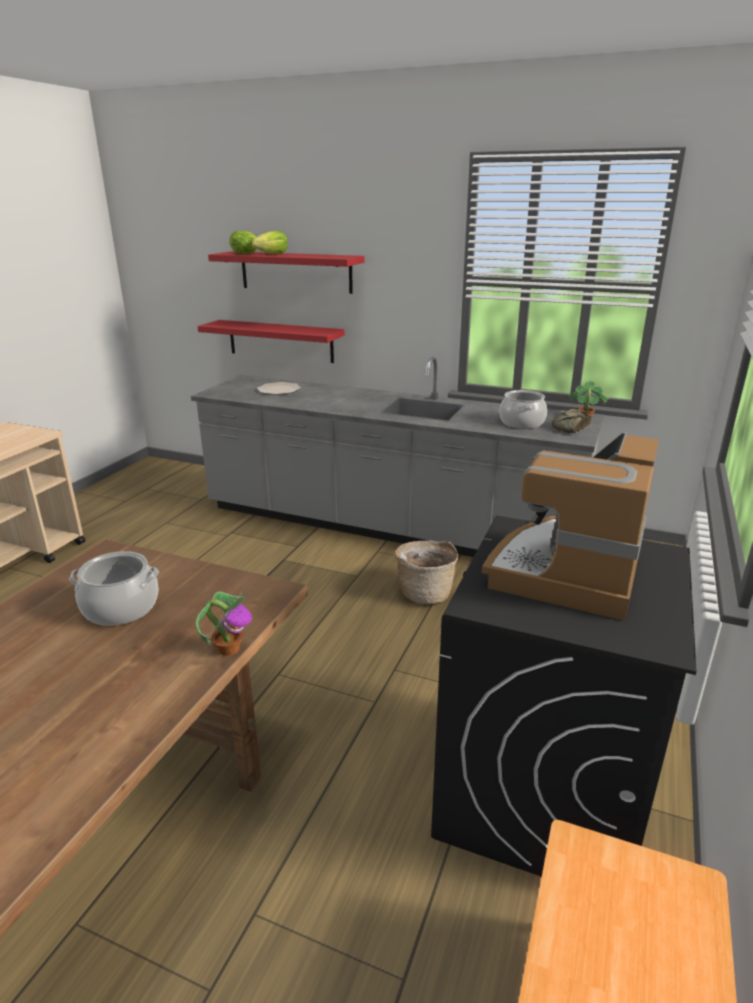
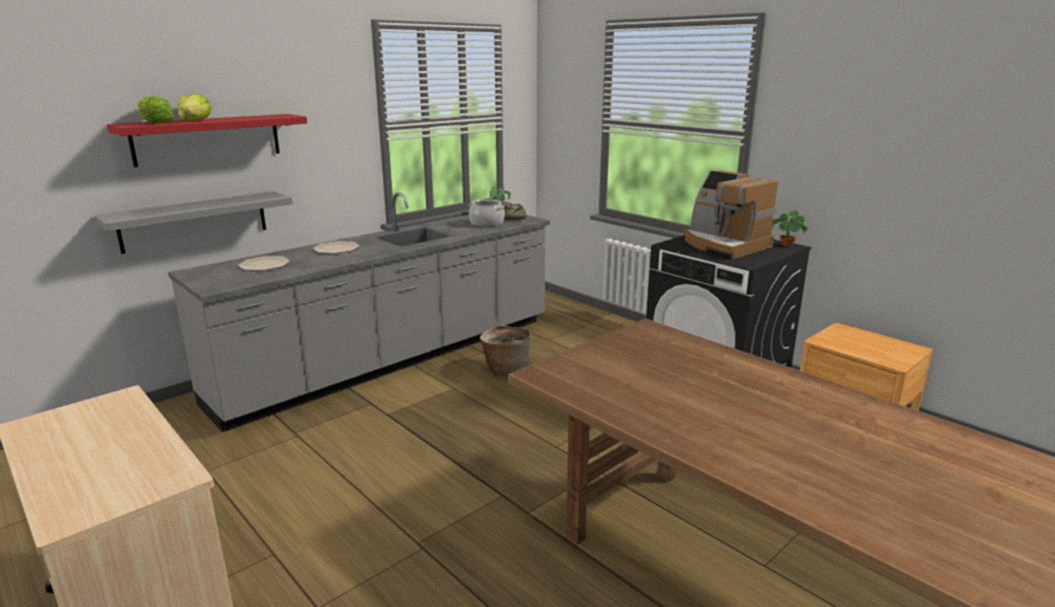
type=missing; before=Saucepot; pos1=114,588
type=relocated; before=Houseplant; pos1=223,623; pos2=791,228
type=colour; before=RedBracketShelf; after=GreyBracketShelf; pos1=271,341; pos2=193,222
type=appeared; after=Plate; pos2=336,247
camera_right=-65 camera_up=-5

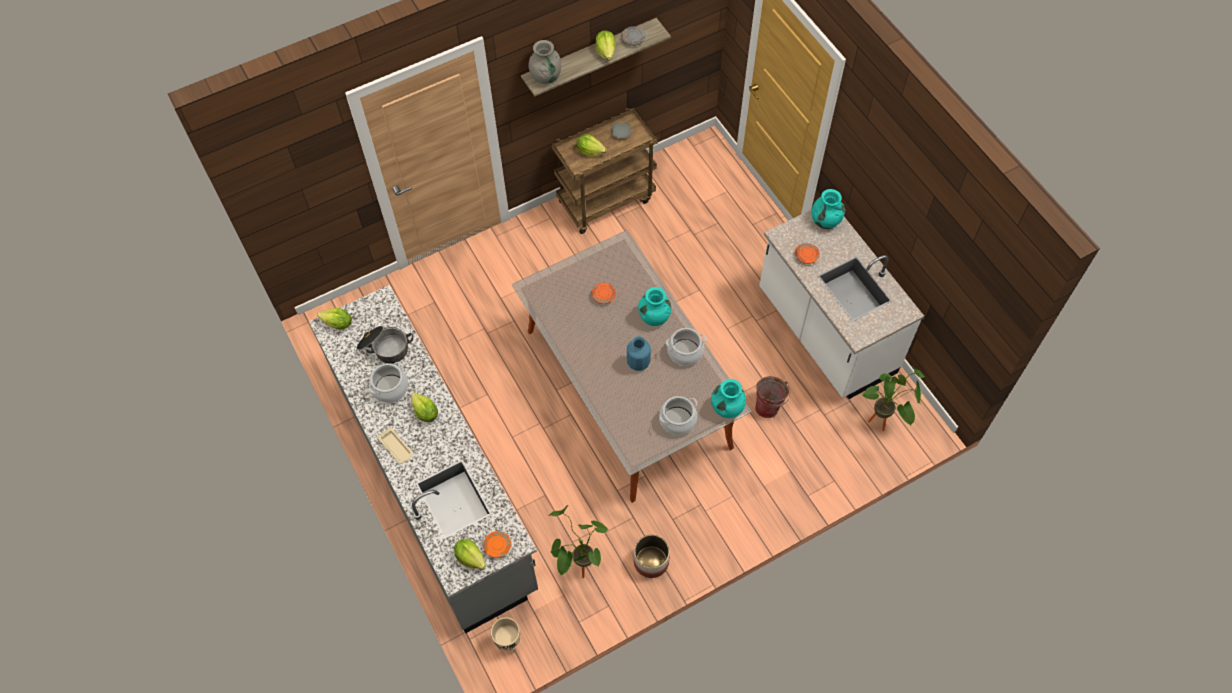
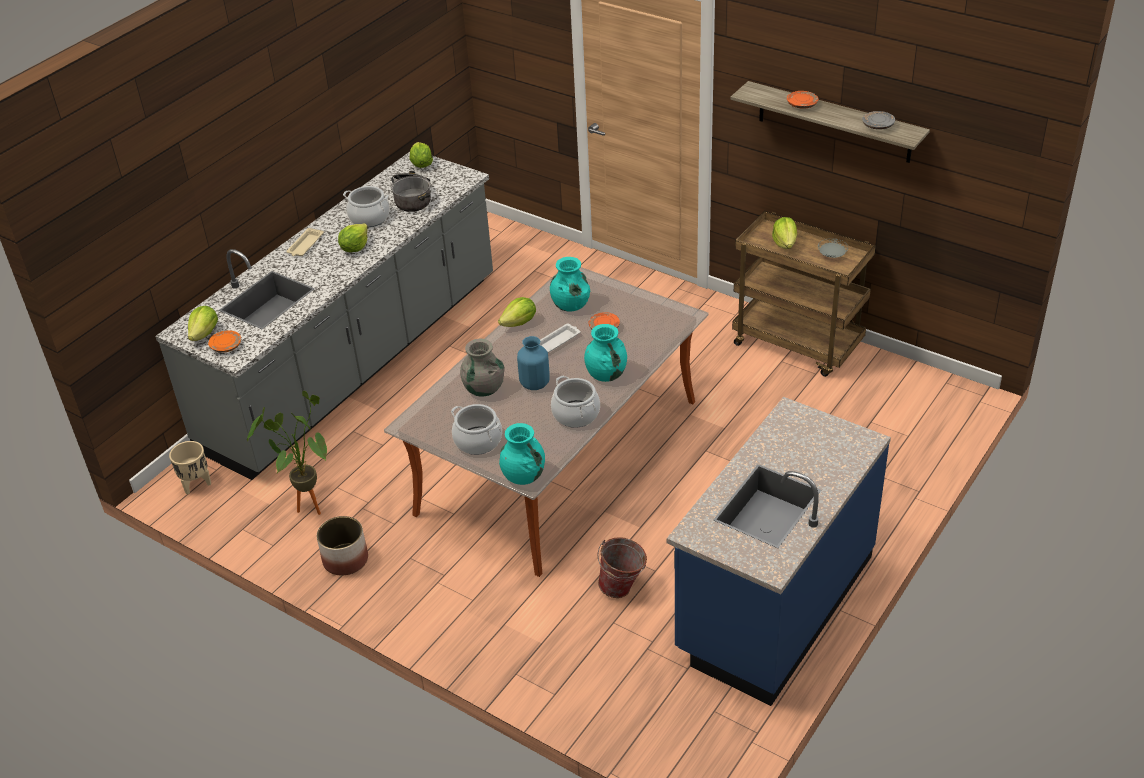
type=relocated; before=GreyVase; pos1=544,62; pos2=482,368
type=relocated; before=Lettuce; pos1=605,45; pos2=517,312
type=colour; before=WhiteColouredKitchenCounter; after=BlueKitchenCounter; pos1=841,304; pos2=779,551
type=relocated; before=OrangeyPlate; pos1=807,253; pos2=803,100
type=relocated; before=TurquoiseColouredVase; pos1=828,209; pos2=570,284
type=missing; before=Houseplant; pos1=893,398
type=appeared; after=WhiteColouredCarryingTray; pos2=560,338
camera_right=65 camera_up=-20

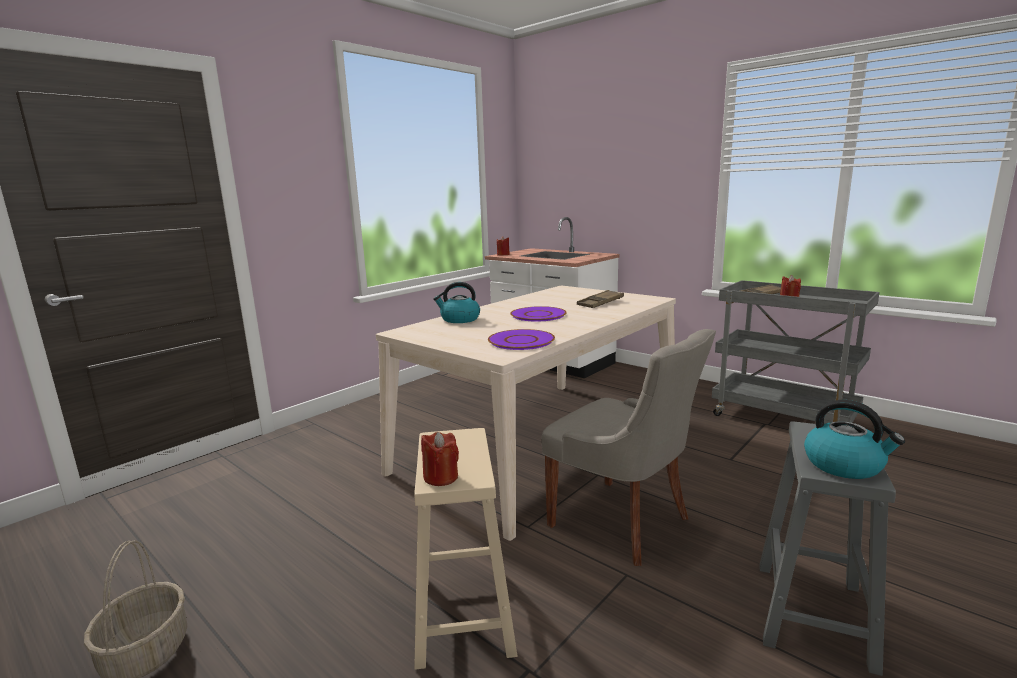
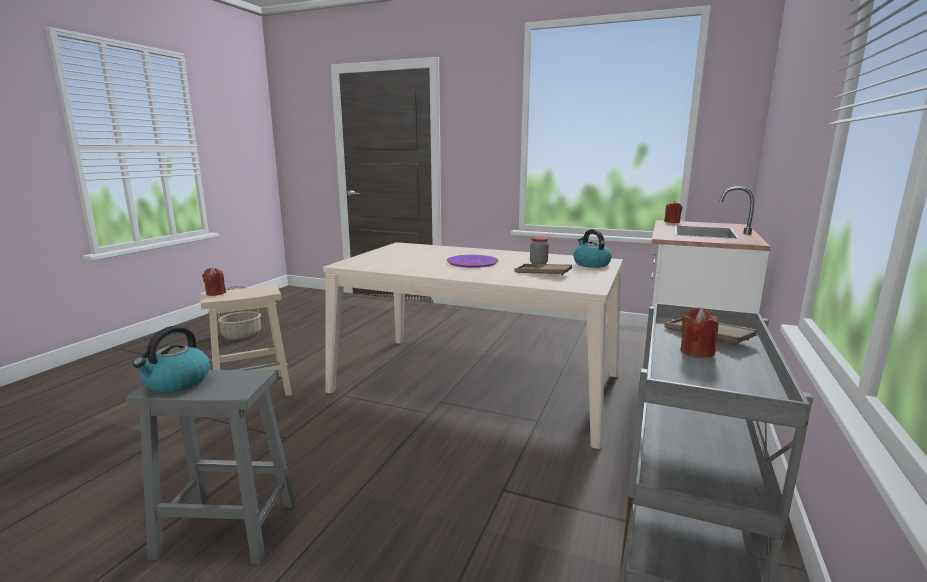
type=relocated; before=TeaKettle; pos1=456,302; pos2=592,248
type=missing; before=PurplishPlate; pos1=521,339
type=missing; before=GreyUprightChair; pos1=628,447
type=appeared; after=Jar; pos2=539,250
camera_right=70 camera_up=0

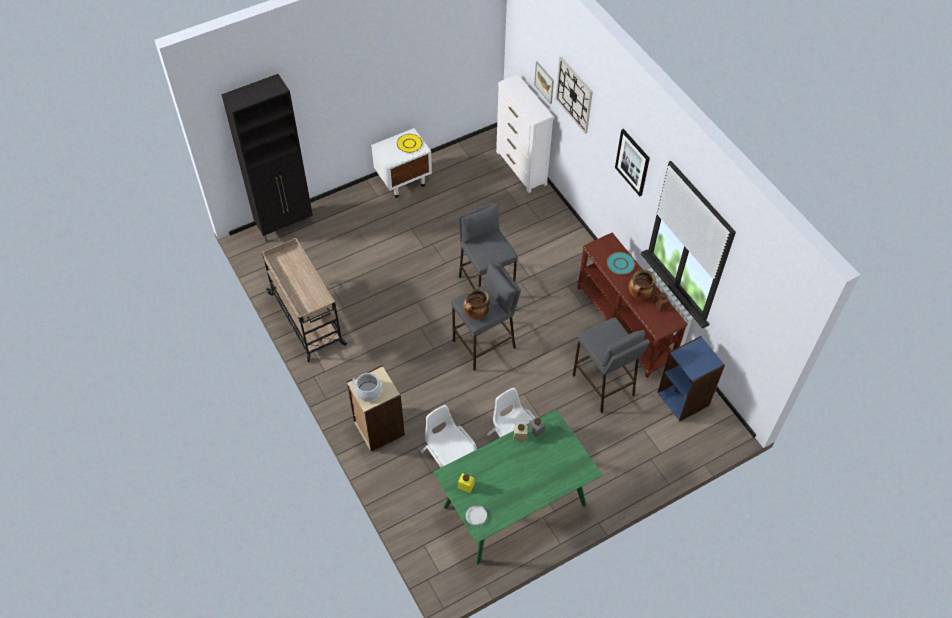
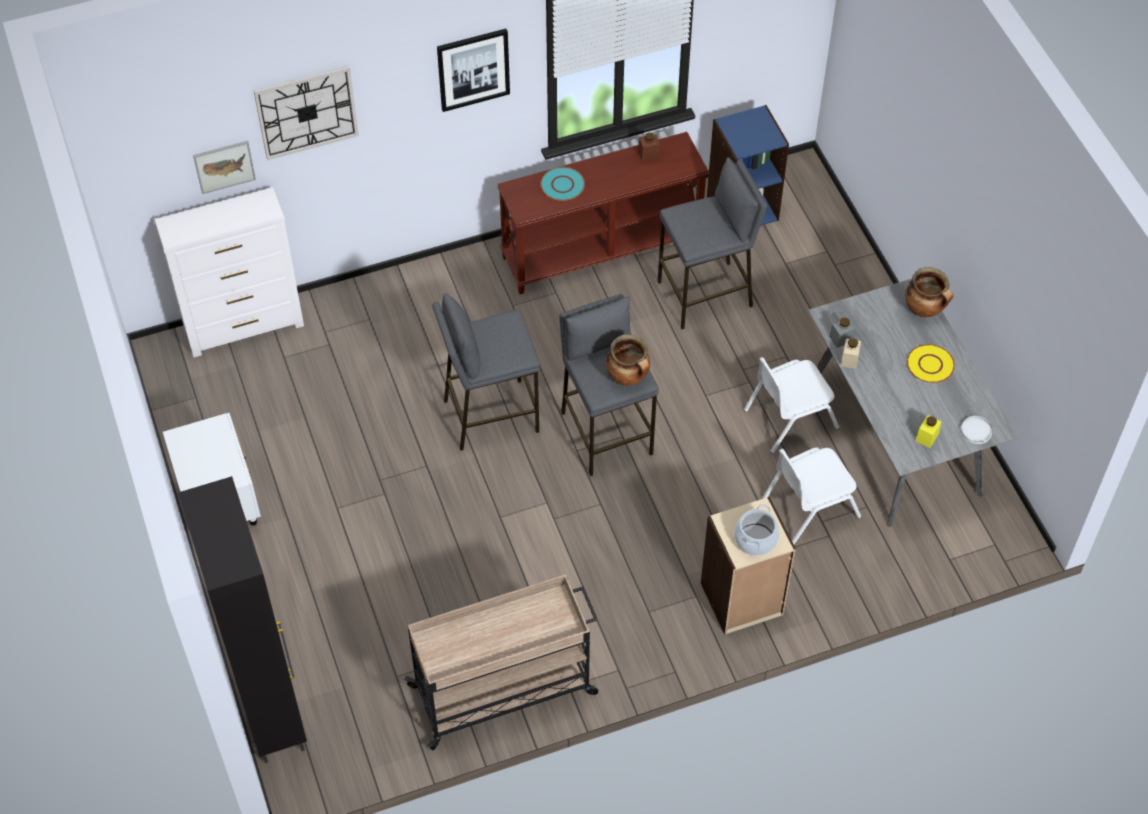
type=relocated; before=YellowishPlate; pos1=409,143; pos2=931,363
type=colour; before=GreenColouredDiningTable; after=GreyDiningTable; pos1=517,486; pos2=913,403
type=relocated; before=Saucepot; pos1=642,285; pos2=929,292
camera_right=-80 camera_up=0

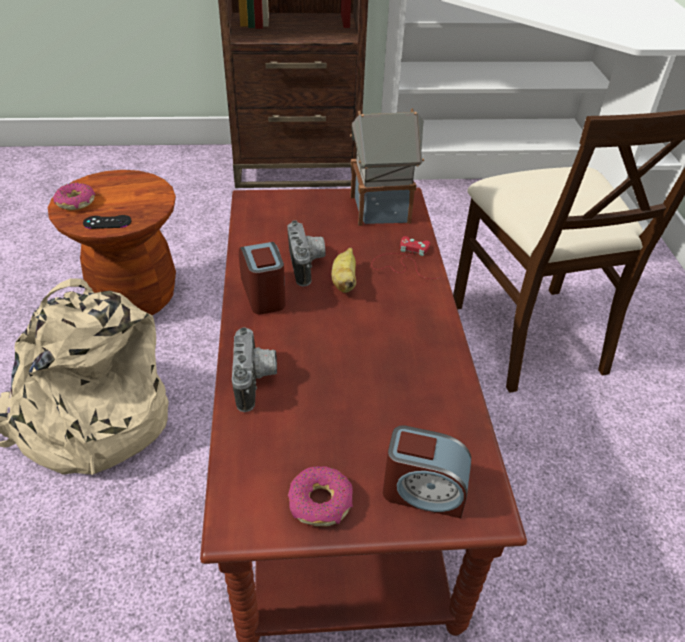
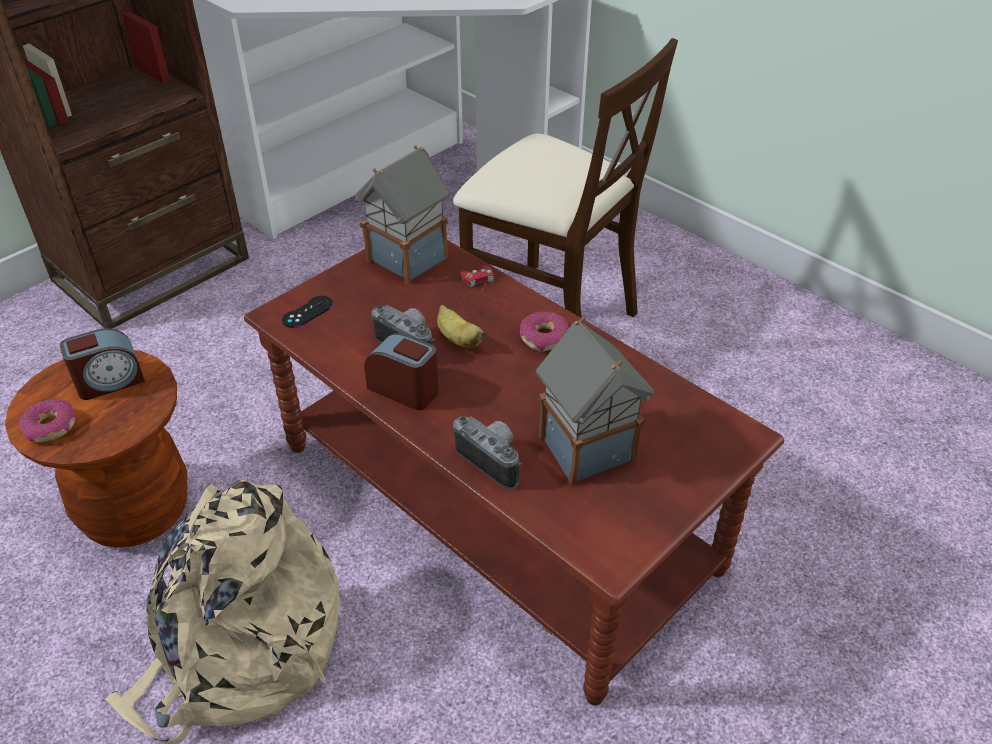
type=relocated; before=BlackGamepad; pos1=107,222; pos2=307,312
type=relocated; before=Doughnut; pos1=320,496; pos2=544,331
type=relocated; before=TableClock; pos1=427,471; pos2=102,364
type=appeared; after=ModelHouse; pos2=595,401
camera_right=-40 camera_up=0

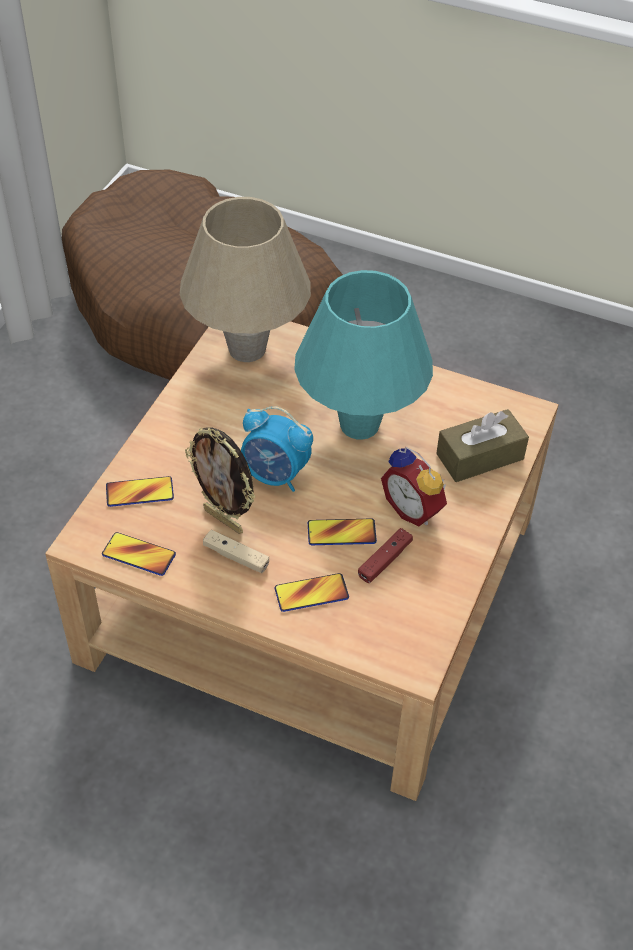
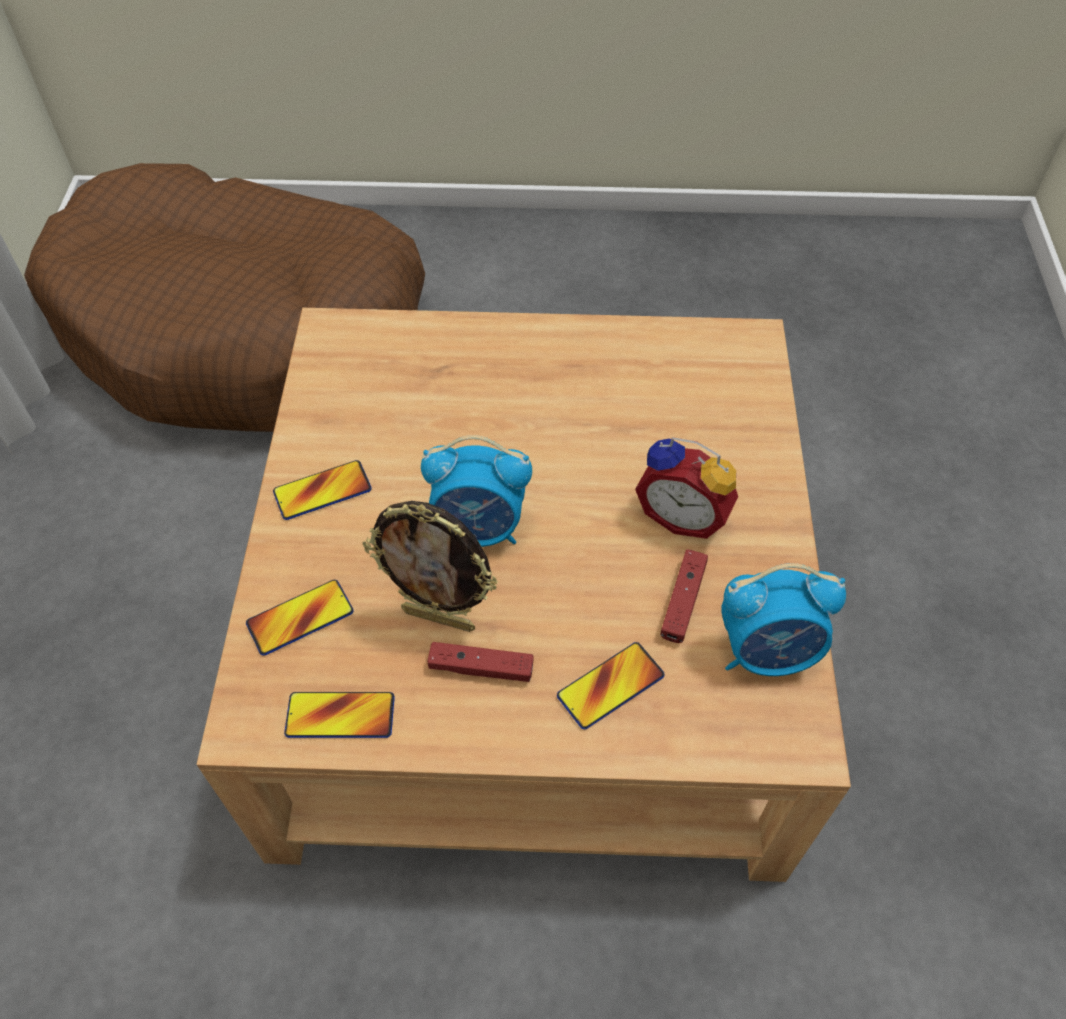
type=missing; before=BeigeTableLamp; pos1=245,279
type=colour; before=BeigeGamepad; after=RedGamepad; pos1=236,551; pos2=480,662
type=missing; before=TurquoiseColouredTableLamp; pos1=363,355
type=relocated; before=Phone; pos1=342,531; pos2=322,490
type=missing; before=BrownColouredBoxOfTissues; pos1=482,445
type=appeared; after=TableClock; pos2=783,619
camera_right=-20 camera_up=5

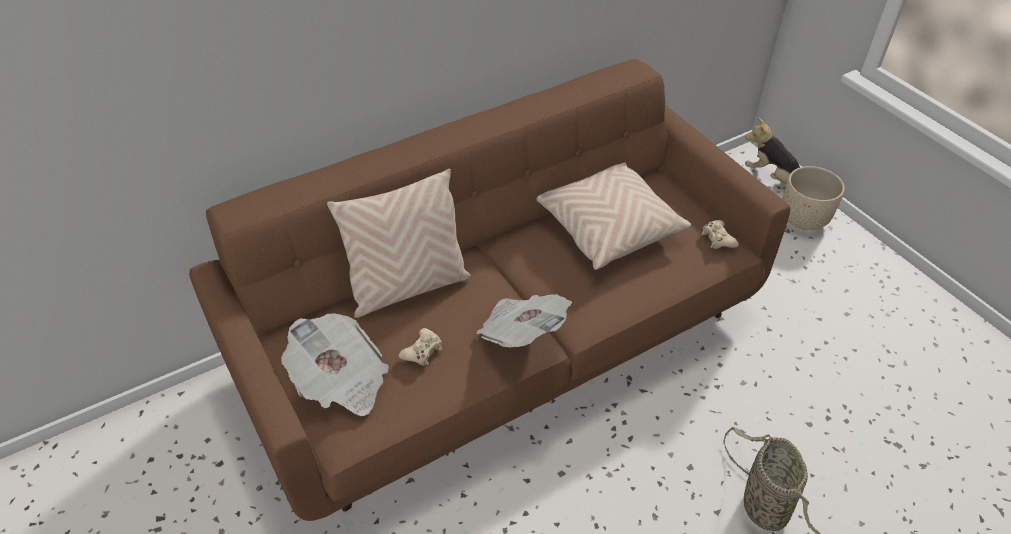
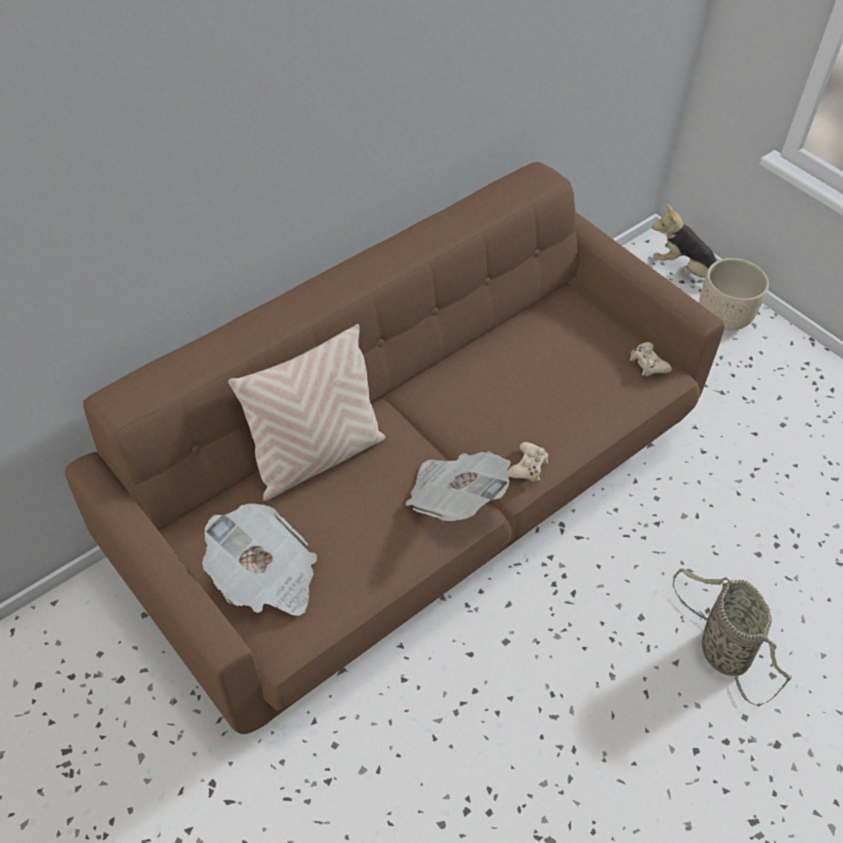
type=relocated; before=BeigeGamepad; pos1=420,347; pos2=527,462
type=missing; before=BeigePillow; pos1=613,216
camera_right=-10 camera_up=5

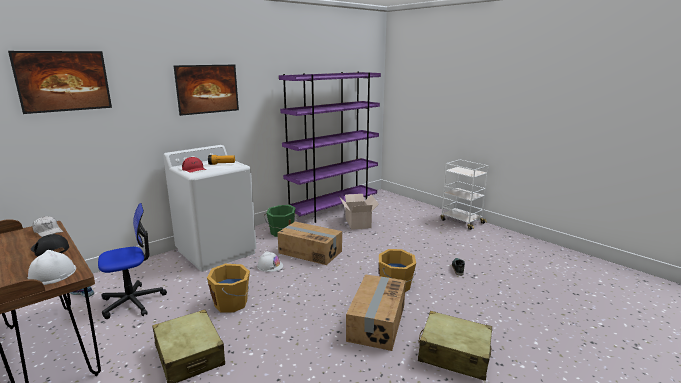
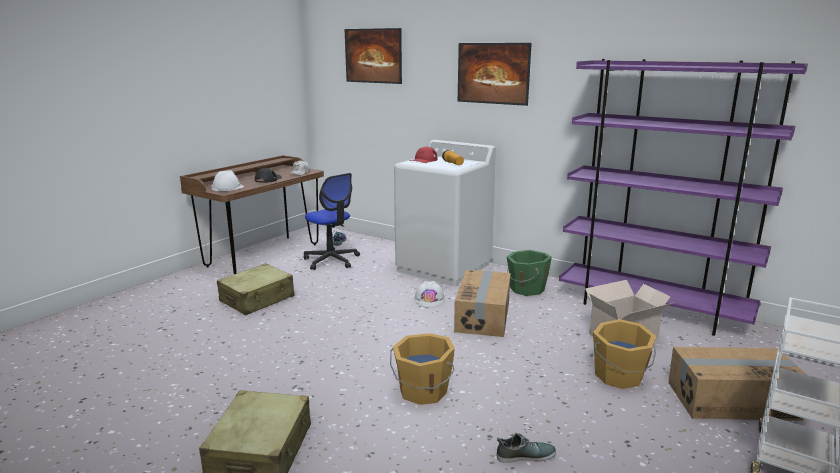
type=relocated; before=OrangeyPail; pos1=228,288; pos2=624,354
type=relocated; before=CardboardBox; pos1=376,313; pos2=737,384
camera_right=75 camera_up=0

